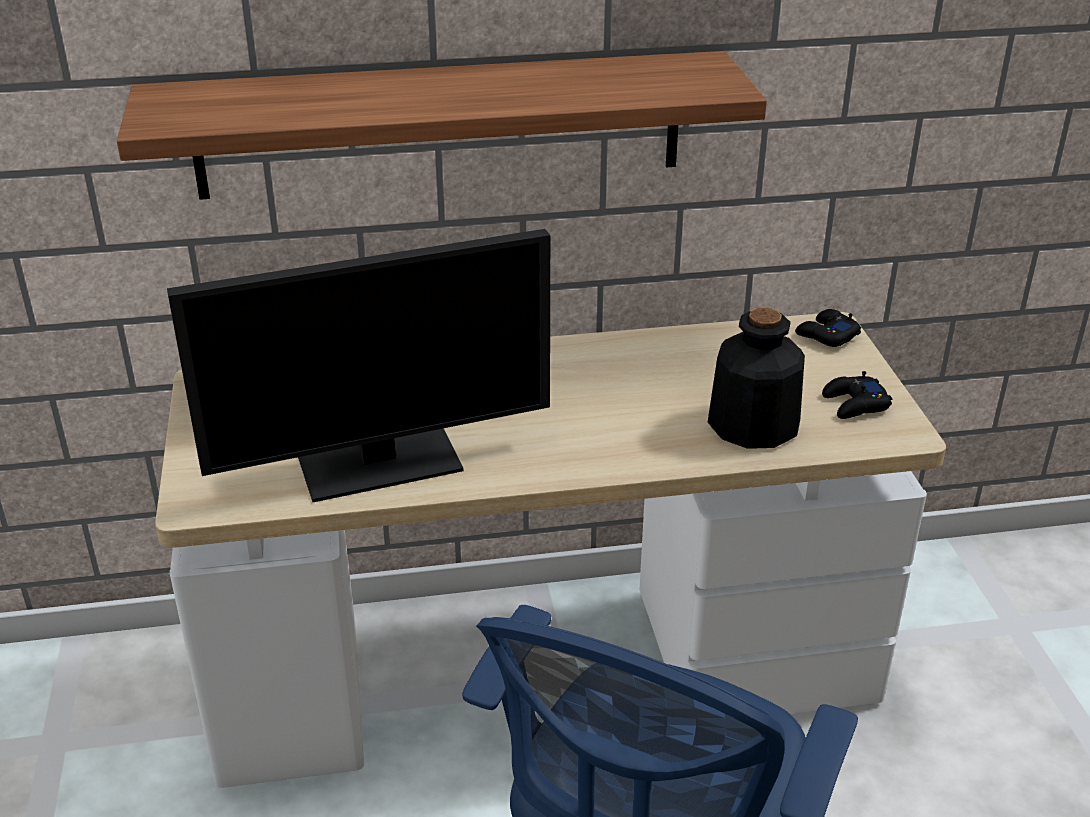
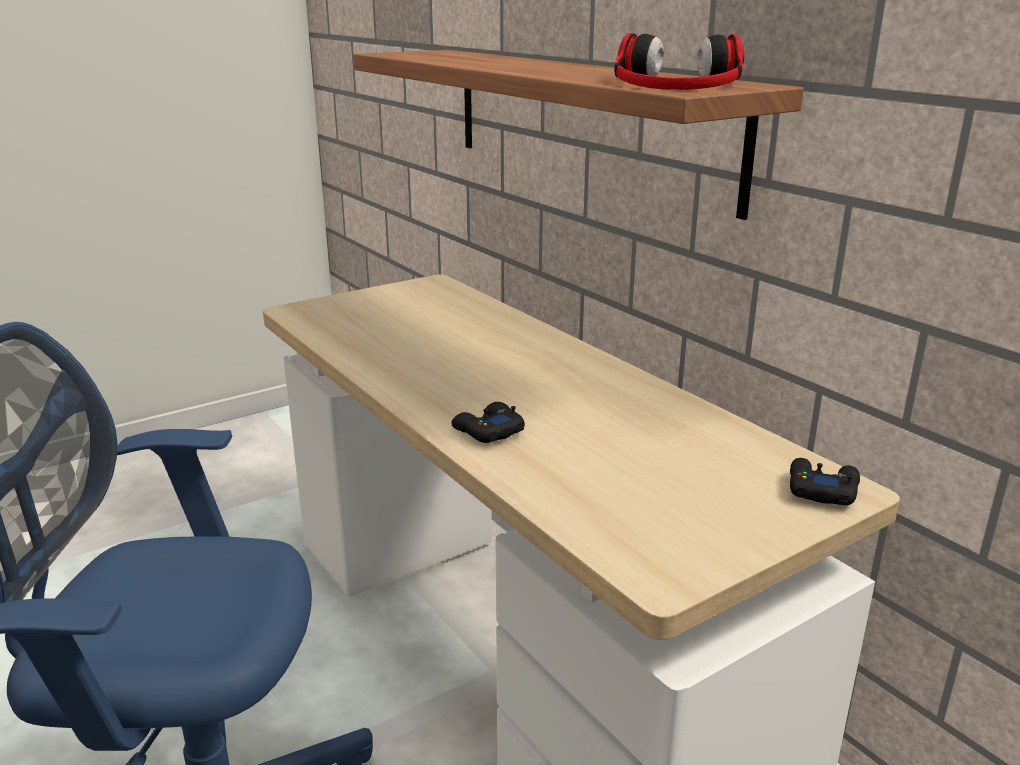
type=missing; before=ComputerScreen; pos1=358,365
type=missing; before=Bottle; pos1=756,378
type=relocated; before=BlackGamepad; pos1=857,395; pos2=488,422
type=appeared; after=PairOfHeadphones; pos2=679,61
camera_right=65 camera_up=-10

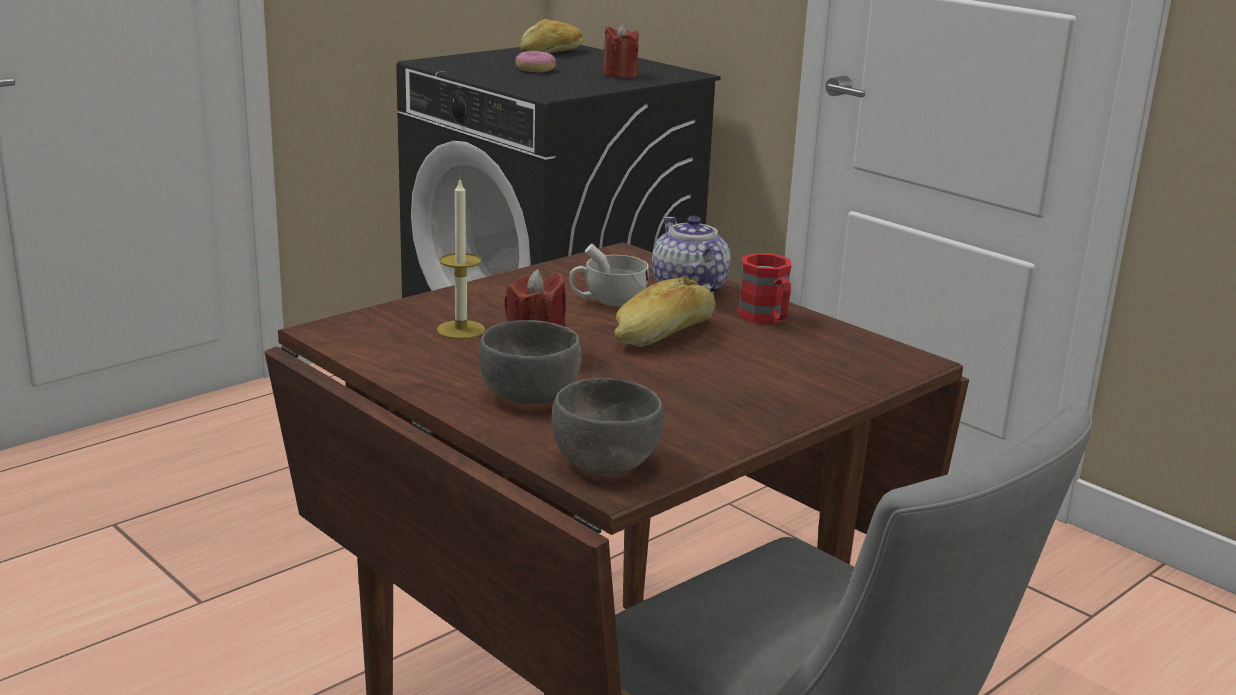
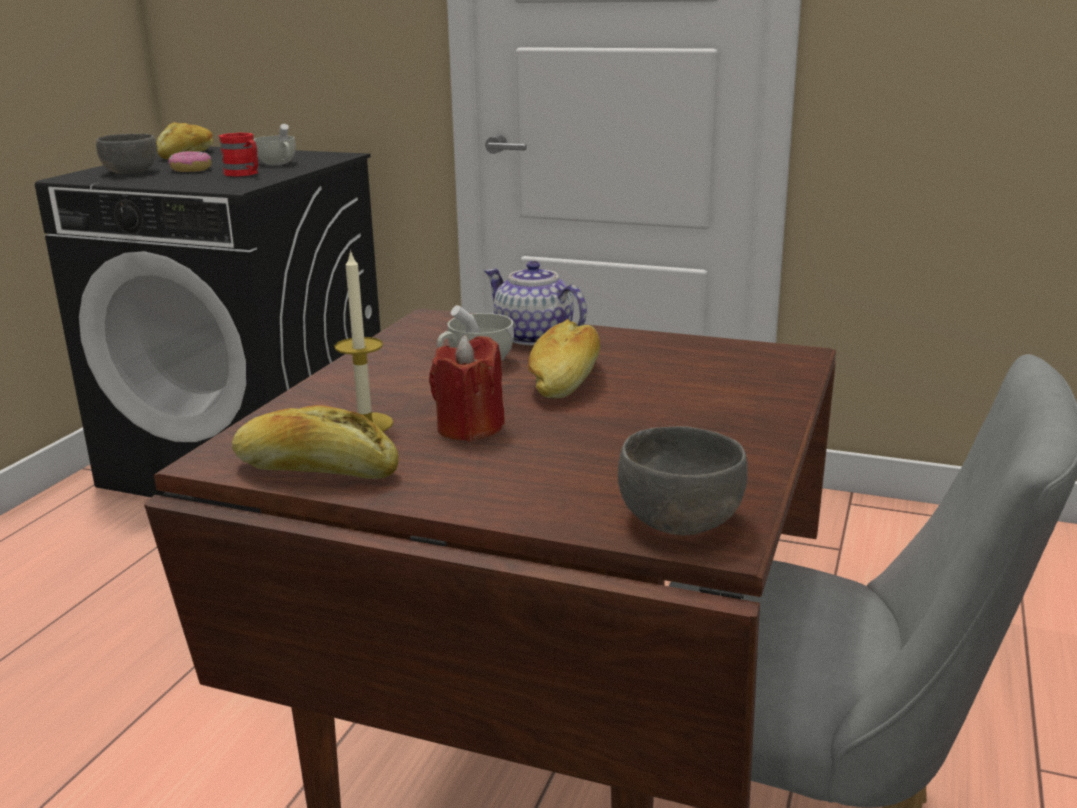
type=relocated; before=GreyDeepDish; pos1=530,362; pos2=126,154
type=exchanged; before=RedWaxLight; after=WhiteColouredCup; pos1=621,50; pos2=275,144
type=relocated; before=RedTeaMug; pos1=765,288; pos2=238,155
type=appeared; after=BakedBread; pos2=315,442
camera_right=-25 camera_up=0

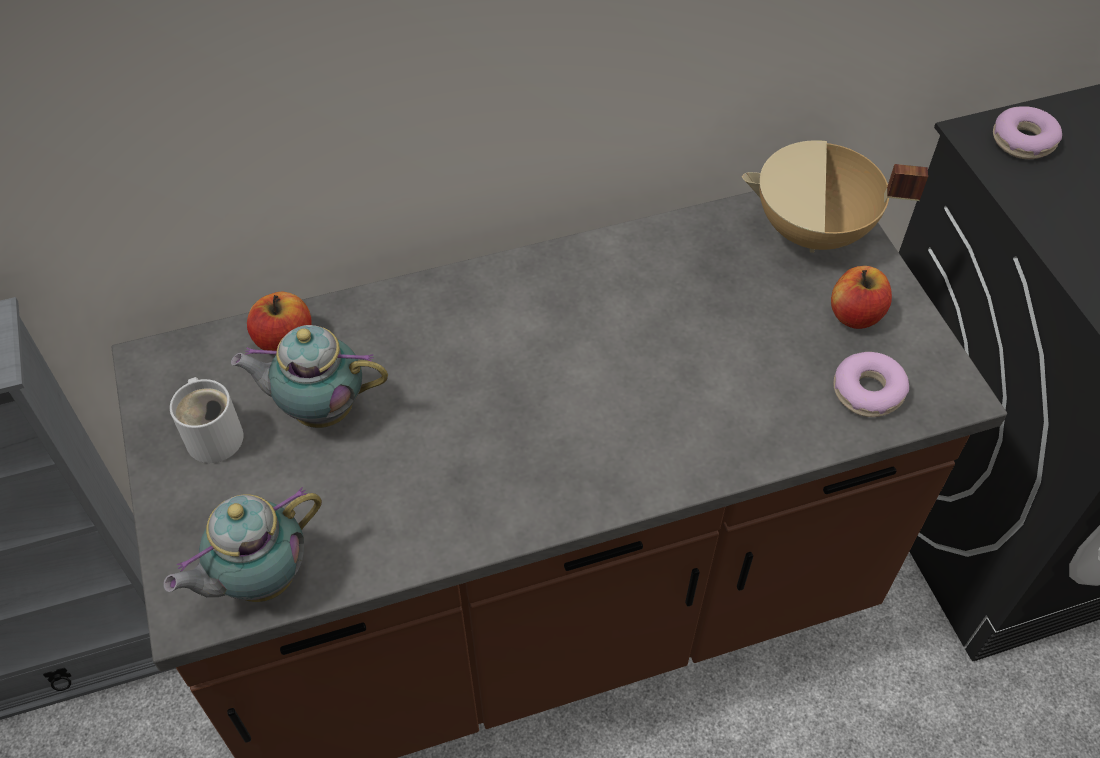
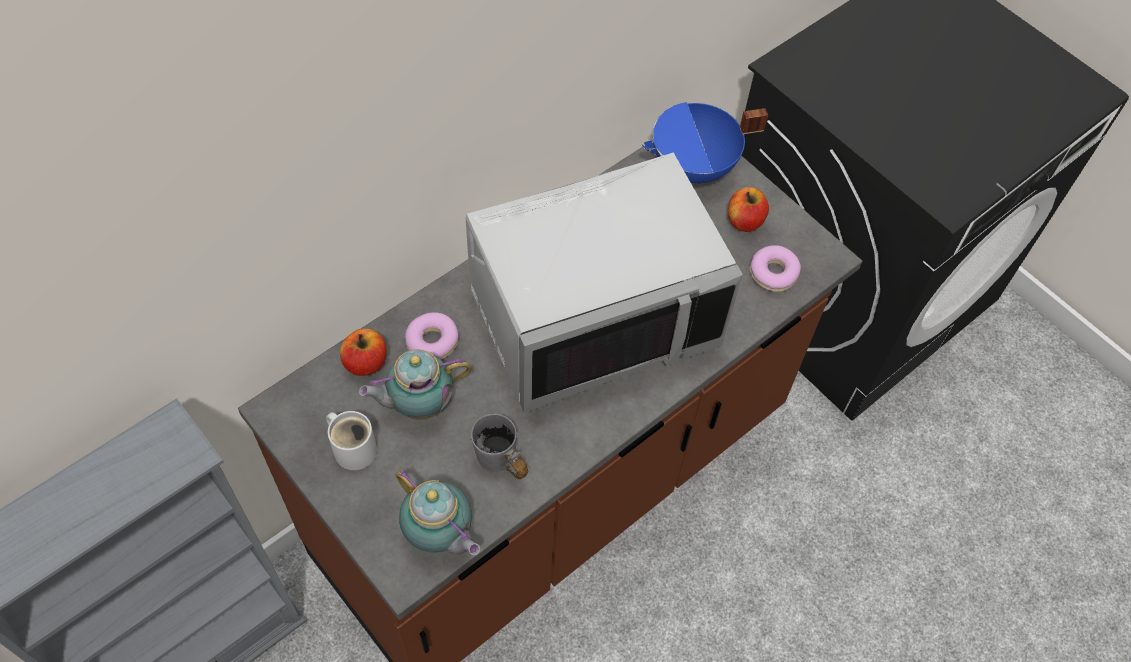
type=spun; before=TeaPot; pos1=242,544; pos2=438,512; turn=-75
type=colour; before=BeigeSaucepot; after=BlueSaucepot; pos1=835,196; pos2=705,143
type=relocated; before=Doughnut; pos1=1027,132; pos2=431,336
type=appeared; after=GreyMicrowaveOven; pos2=604,282
type=appeared; after=GreyTeaMug; pos2=499,446
camera_right=-25 camera_up=5

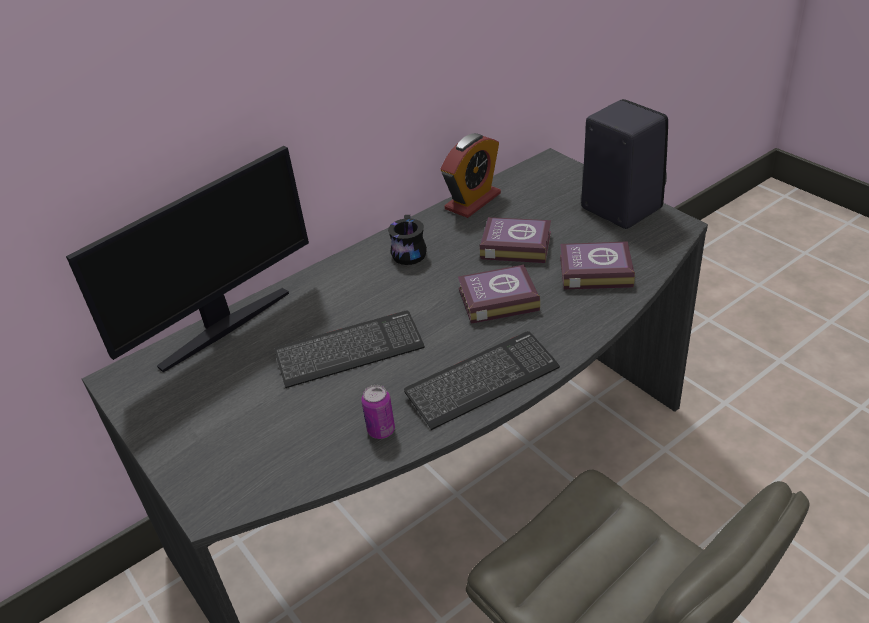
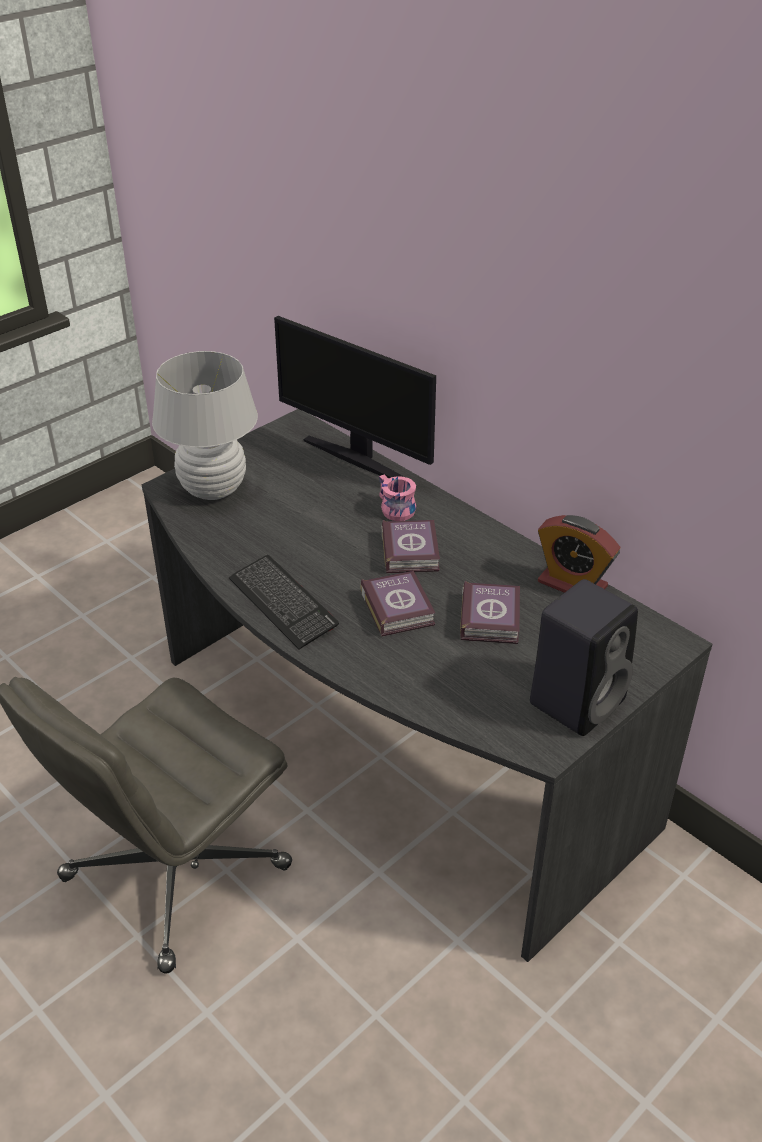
type=missing; before=Keyboard; pos1=349,349
type=missing; before=Can; pos1=378,412
type=missing; before=BlackTeaMug; pos1=407,240
type=relocated; before=BoundBook; pos1=597,265; pos2=411,547
type=appeared; after=WhiteColouredTableLamp; pos2=205,425
type=appeared; after=PinkTeaMug; pos2=397,498
camera_right=80 camera_up=0

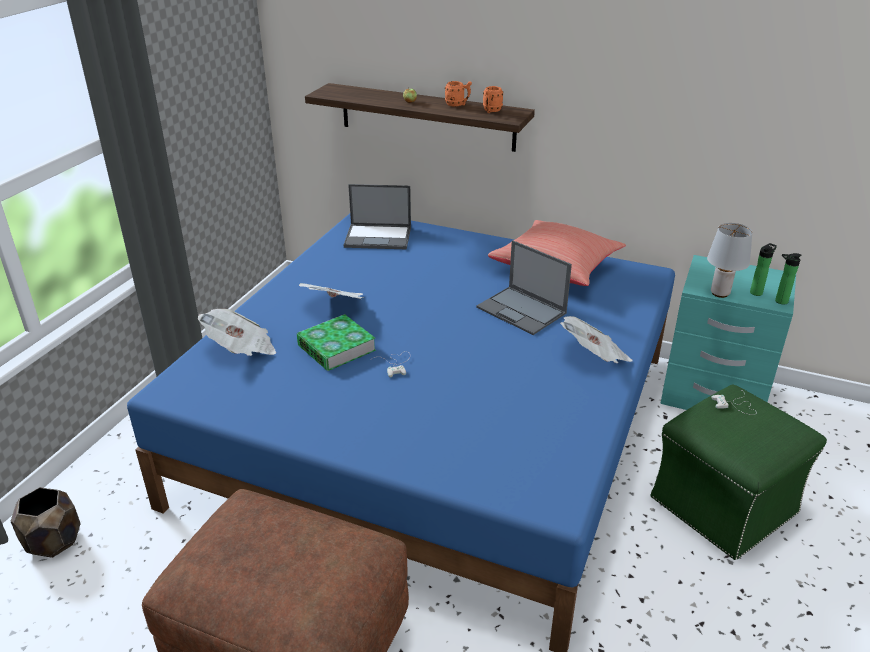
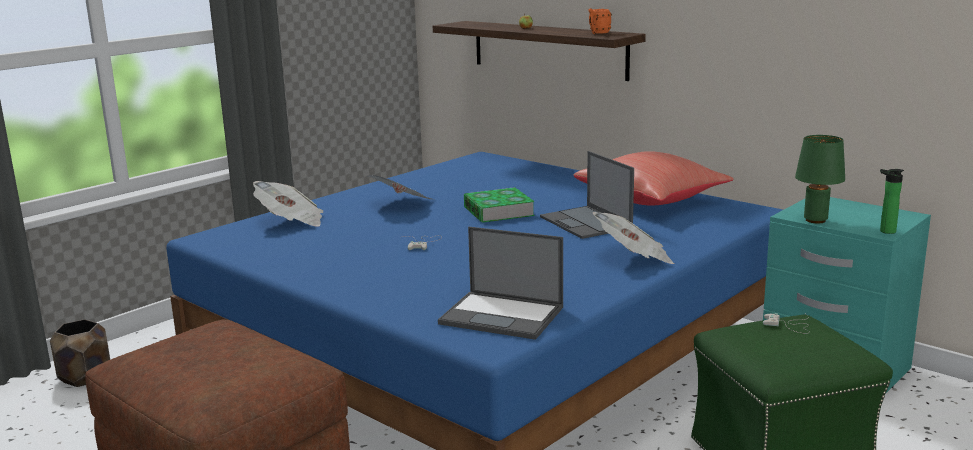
type=relocated; before=BoundBook; pos1=336,342; pos2=499,205
type=relocated; before=NotebookComputer; pos1=377,217; pos2=500,283
type=missing; before=OrangeyTeaMug; pos1=458,94
type=colour; before=GreyTableLamp; after=GreenColouredTableLamp; pos1=730,260; pos2=820,179
type=missing; before=Bottle; pos1=763,269
camera_right=20 camera_up=-15

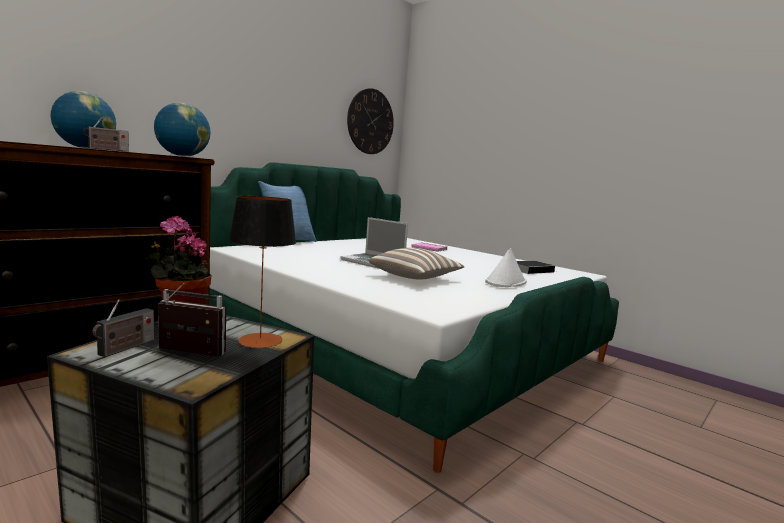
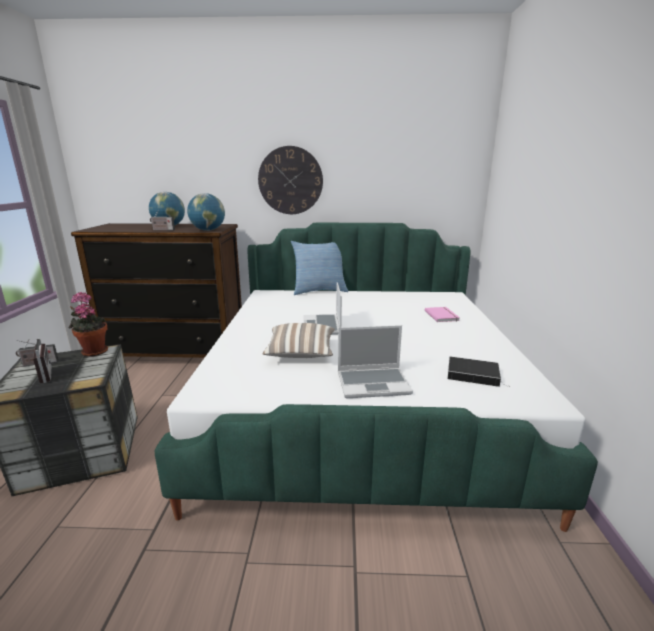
type=missing; before=TableLamp; pos1=262,272
type=relocated; before=WallClock; pos1=370,121; pos2=290,180
type=exchanged; before=WhiteColouredHat; after=NotebookComputer; pos1=506,267; pos2=375,361
camera_right=50 camera_up=10

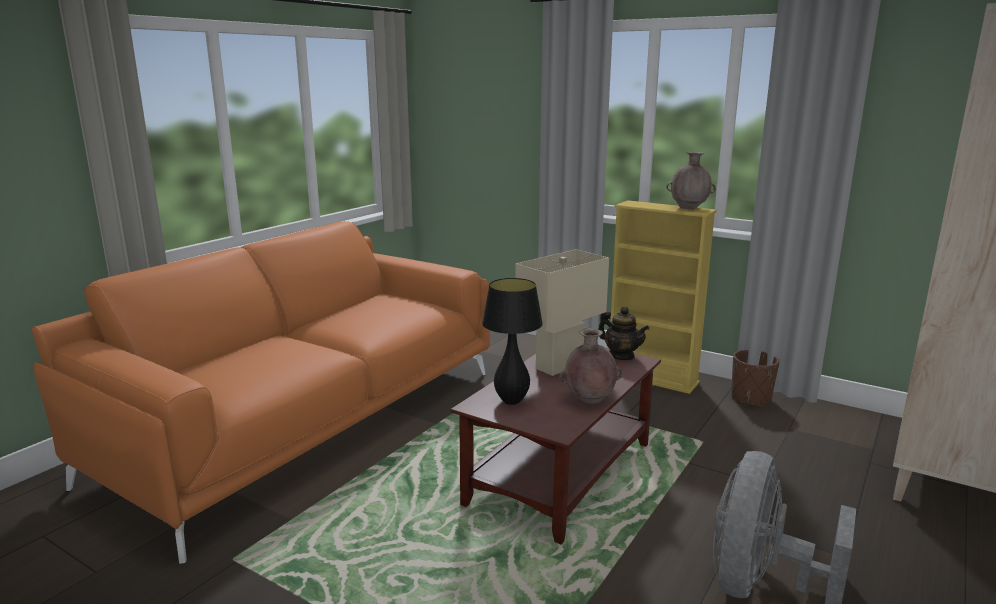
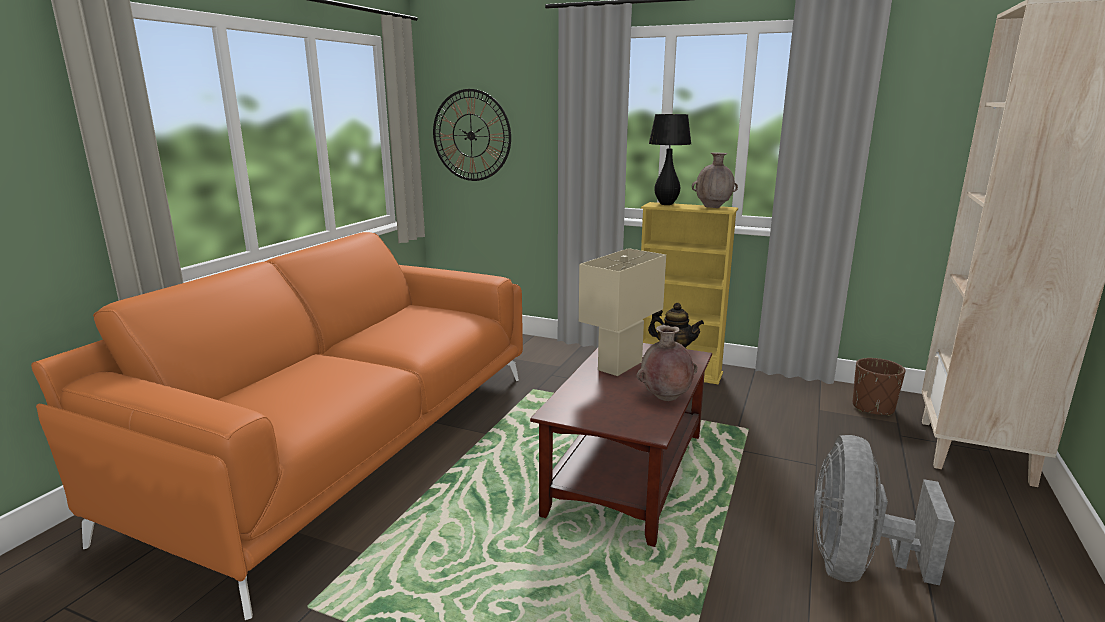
type=relocated; before=BlackTableLamp; pos1=512,341; pos2=670,159
type=relocated; before=BrownColouredPlantPot; pos1=755,378; pos2=879,387
type=appeared; after=WallClock; pos2=472,135
camera_right=-10 camera_up=0

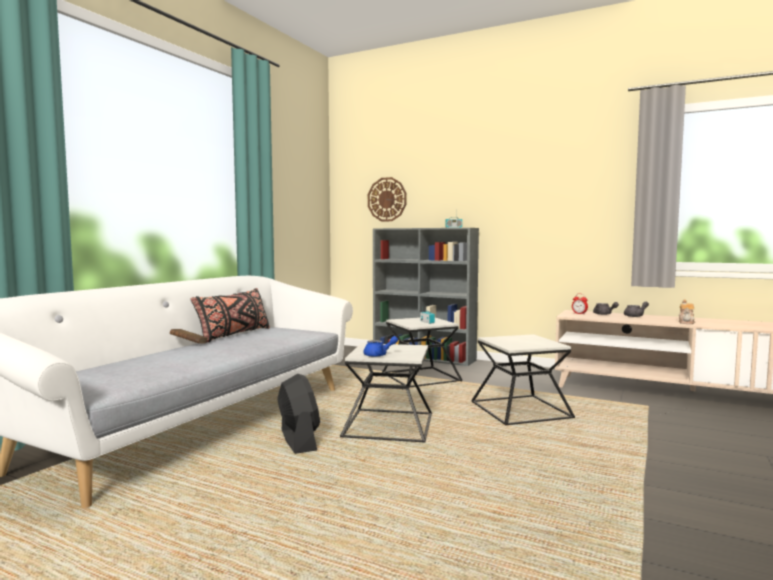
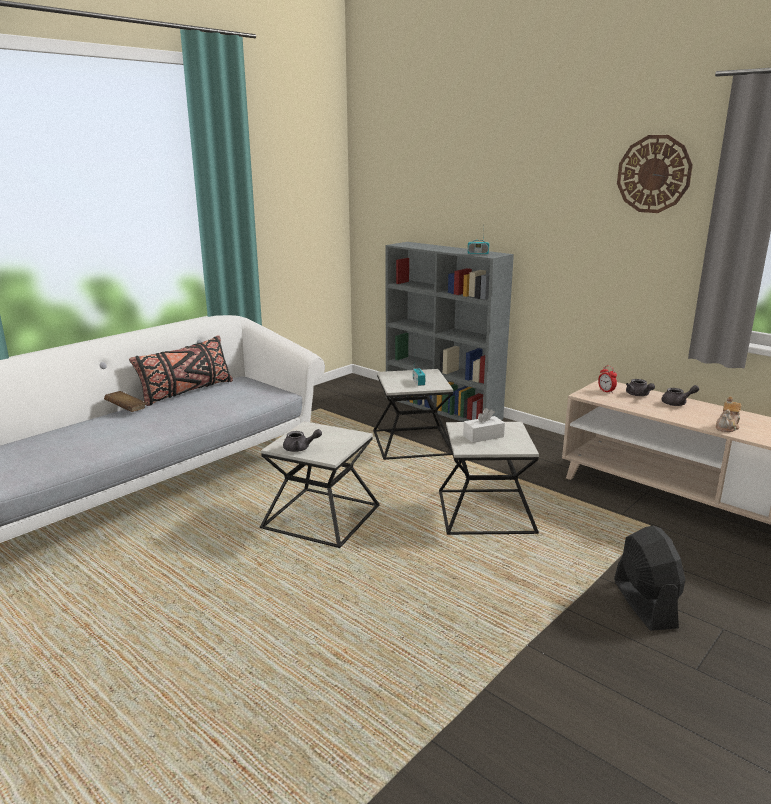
type=relocated; before=BlackCoolingFan; pos1=298,414; pos2=649,578
type=colour; before=BlueTeaPot; after=GreyTeaPot; pos1=381,346; pos2=302,440
type=relocated; before=WallClock; pos1=387,199; pos2=655,174
type=appeared; after=WhiteColouredBoxOfTissues; pos2=484,425
camera_right=15 camera_up=15

